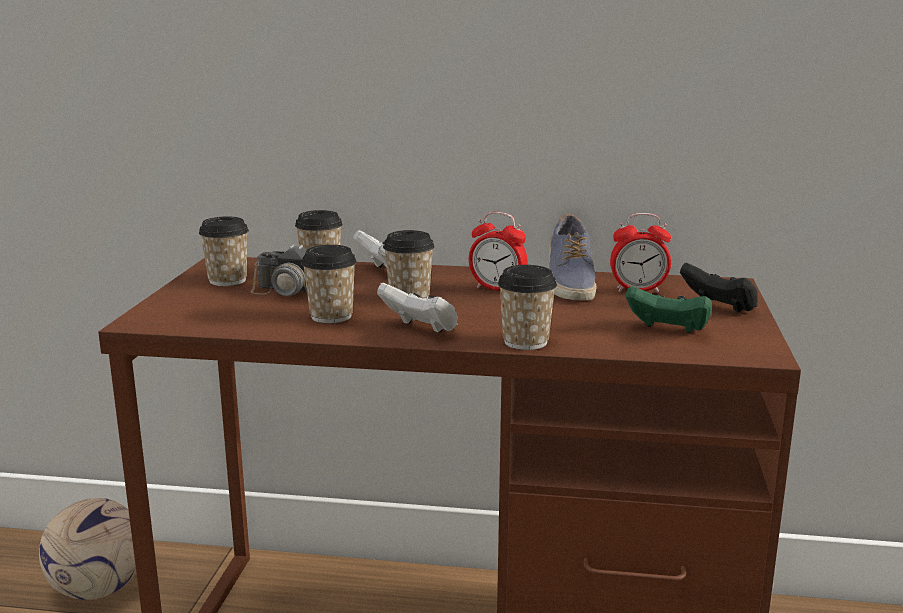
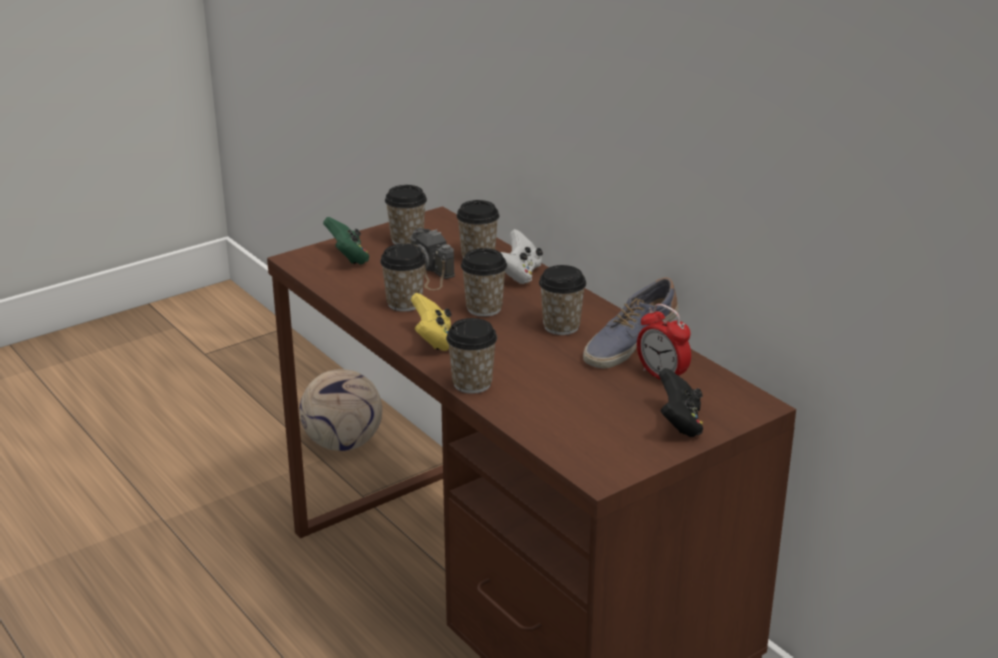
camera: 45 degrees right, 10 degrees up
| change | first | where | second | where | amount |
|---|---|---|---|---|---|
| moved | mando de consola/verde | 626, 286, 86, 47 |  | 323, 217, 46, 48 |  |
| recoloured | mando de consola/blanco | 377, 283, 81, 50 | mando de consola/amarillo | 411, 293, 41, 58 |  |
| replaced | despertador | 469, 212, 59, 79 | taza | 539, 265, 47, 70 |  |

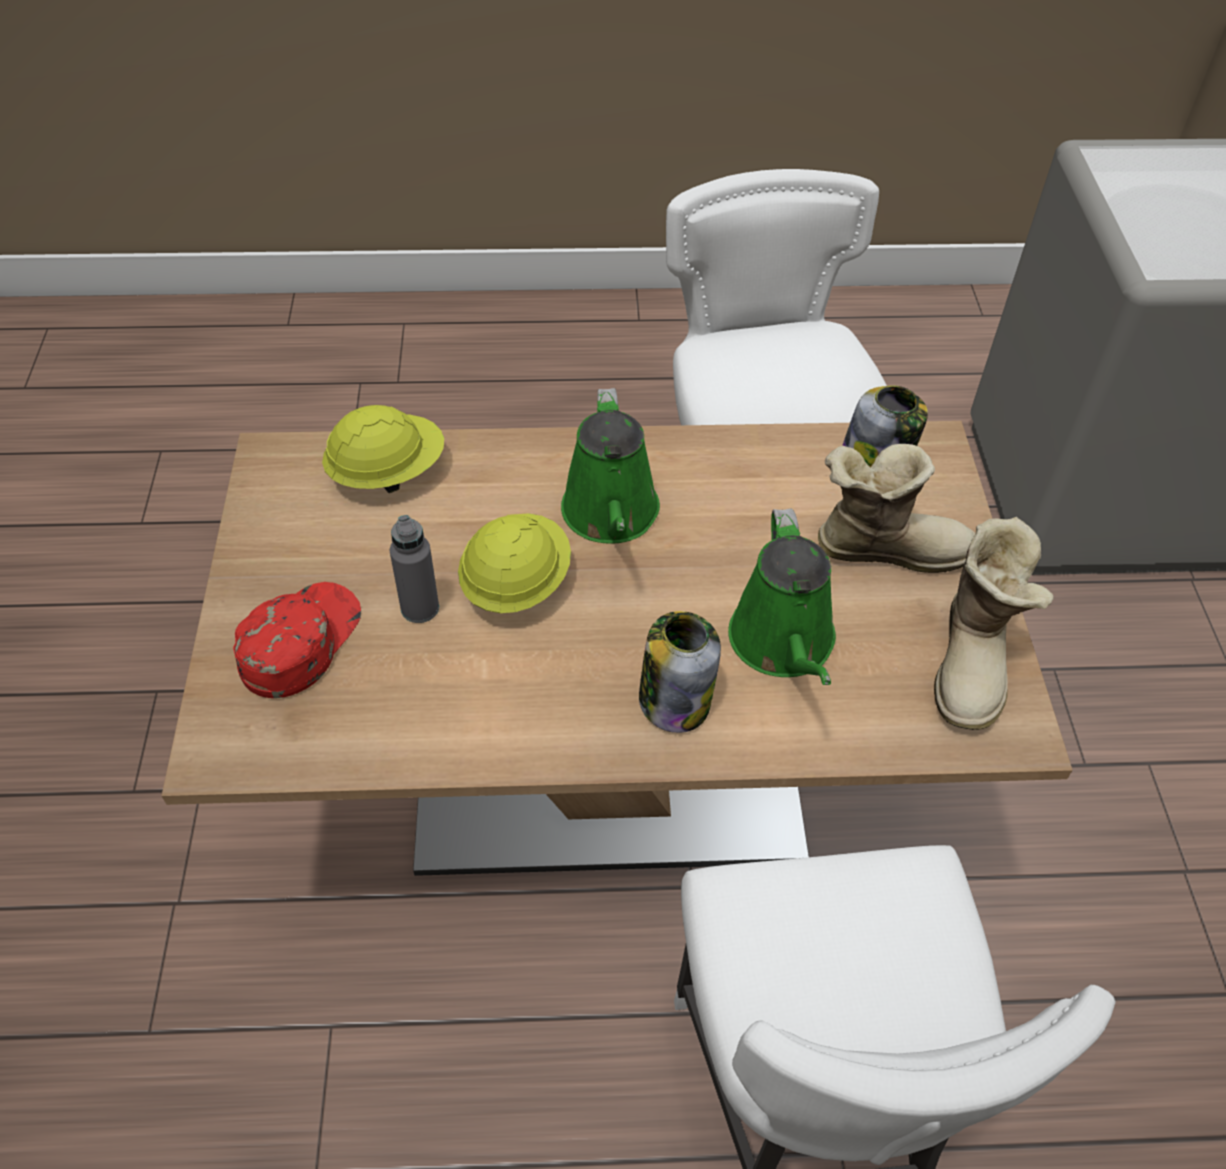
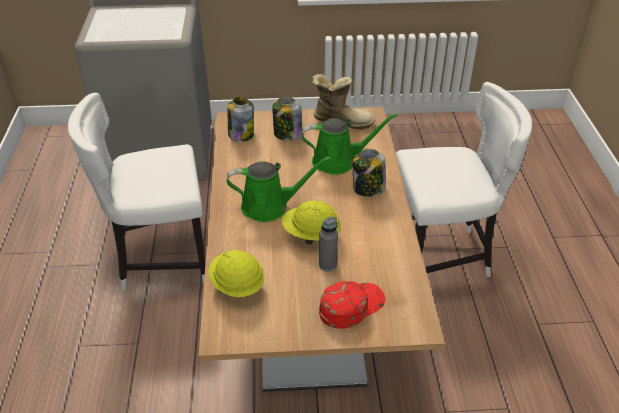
camera: 90 degrees left, 10 degrees down
| change | first | where | second | where | amount |
|---|---|---|---|---|---|
| replaced | bota | 818, 444, 157, 129 | tarro | 272, 97, 30, 44 |  |
| turned | gorra/rojo | 233, 582, 128, 116 |  | 319, 281, 67, 48 | 120 degrees clockwise |

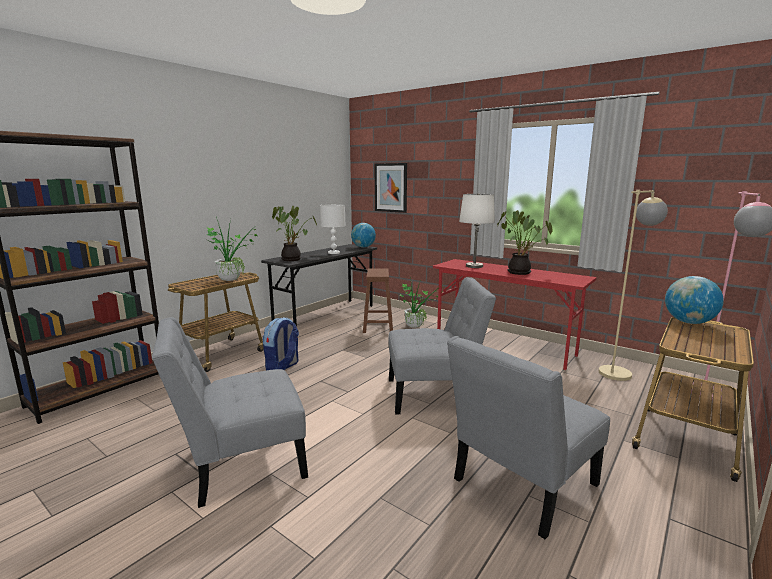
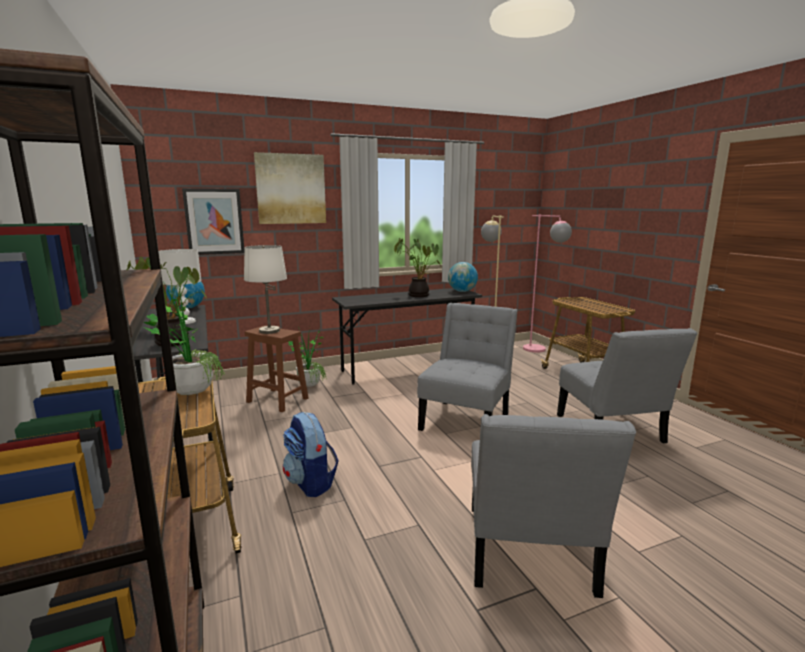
camera: 60 degrees left, 0 degrees up
| change | first | where | second | where | amount |
|---|---|---|---|---|---|
| moved | lámpara de mesa/blanco | 459, 193, 36, 75 |  | 244, 245, 43, 89 |  |
| added |  |  | cuadro | 254, 152, 72, 72 |  |
| recoloured | escritorio/rojo | 433, 259, 164, 111 | escritorio/gris | 332, 288, 150, 96 |  |
| moved | globo terráqueo | 665, 276, 59, 48 |  | 448, 262, 30, 30 |  |

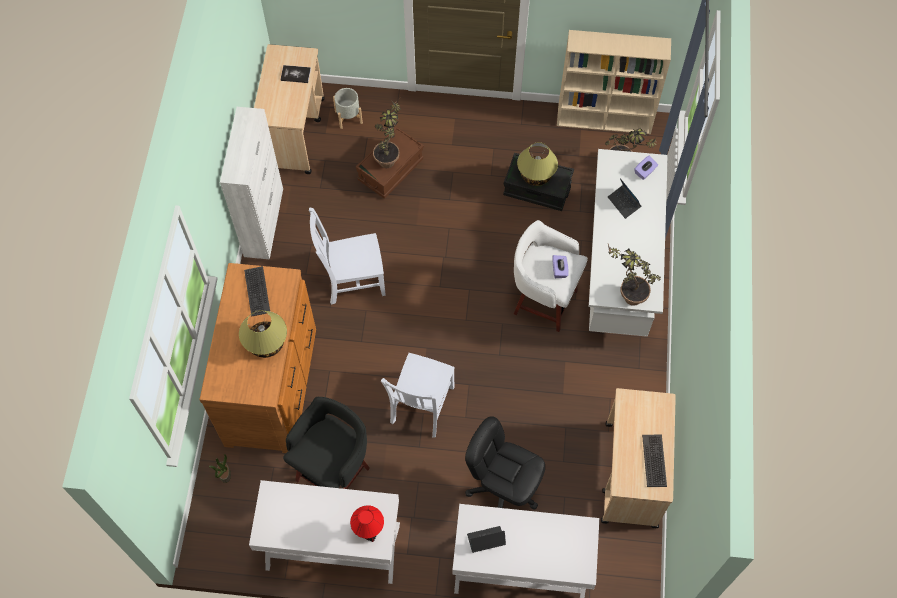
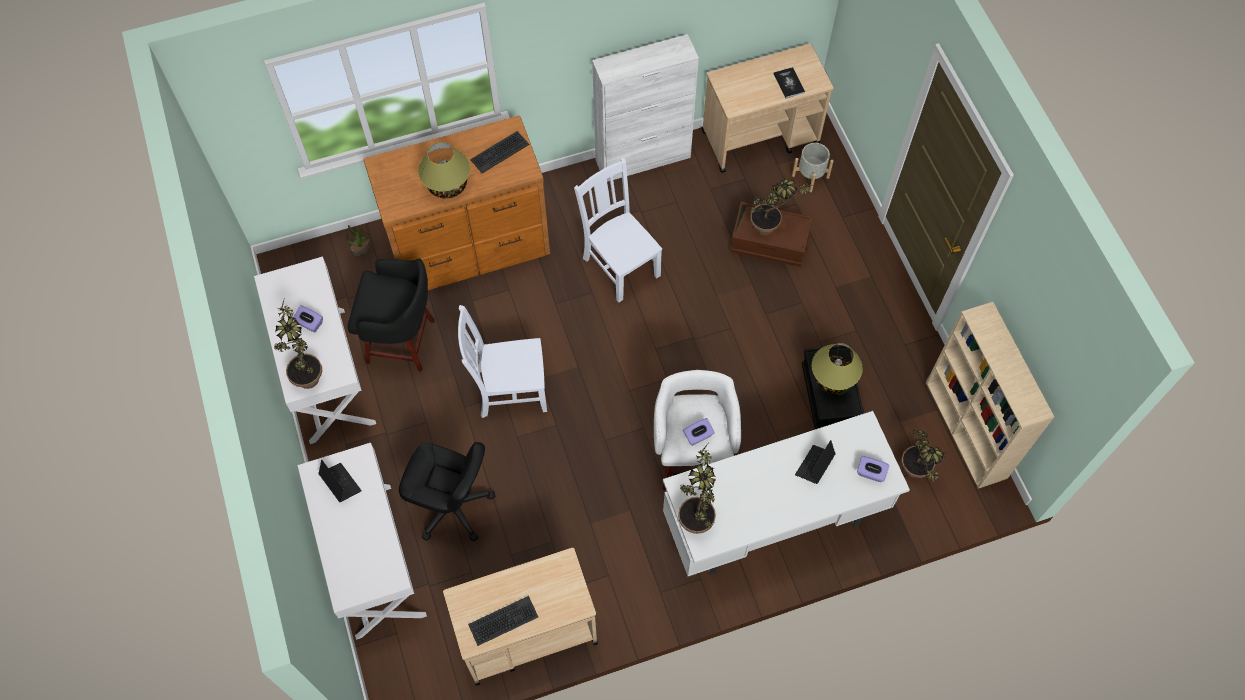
camera: 65 degrees right, 0 degrees up
| change | first | where | second | where | amount |
|---|---|---|---|---|---|
| replaced | lámpara de mesa | 350, 505, 34, 37 | planta en maceta | 274, 297, 48, 92 |  |
| added |  |  | caja de pañuelos/morado | 293, 305, 30, 28 |  |
| turned | silla de oficina/negro | 465, 416, 80, 93 |  | 399, 442, 97, 100 | 105 degrees clockwise |

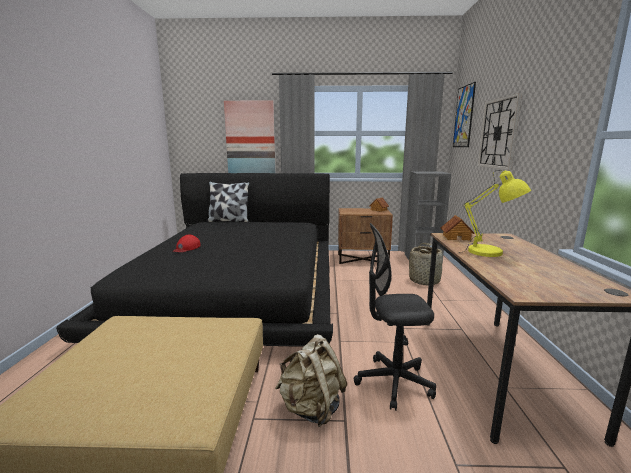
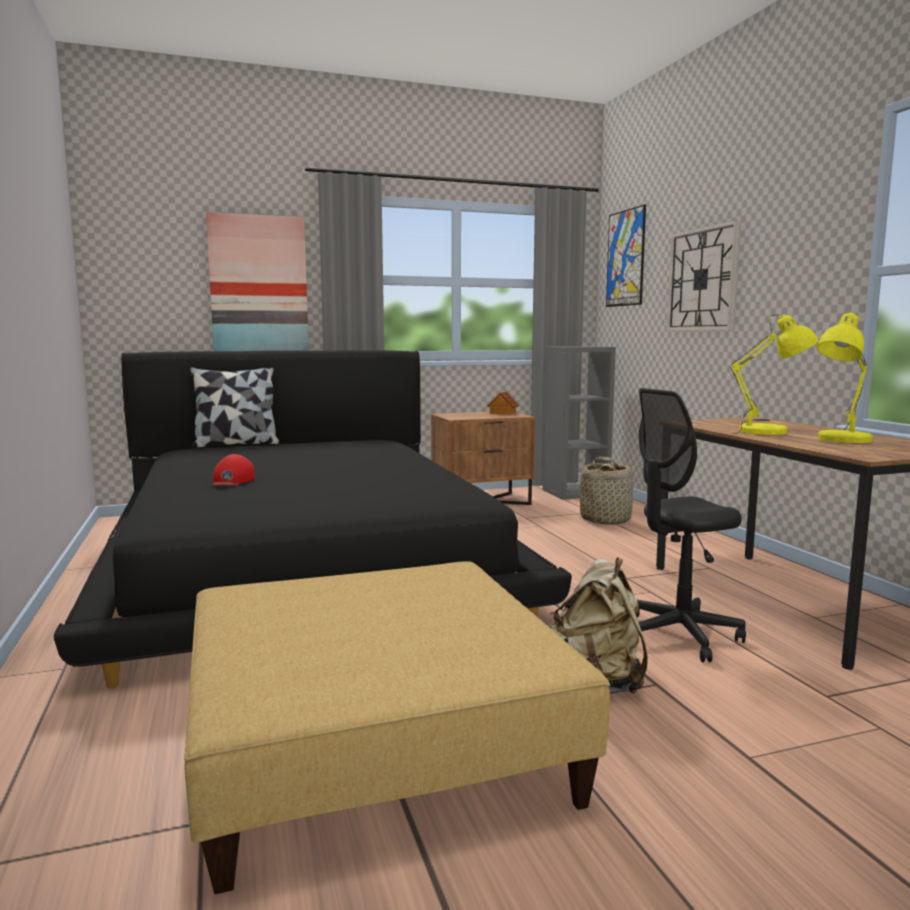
camera: 20 degrees left, 5 degrees down
| change | first | where | second | where | amount |
|---|---|---|---|---|---|
| added |  |  | lámpara de mesa/amarillo | 817, 312, 55, 131 |  |
| removed | casita | 441, 215, 34, 26 |  |  |  |

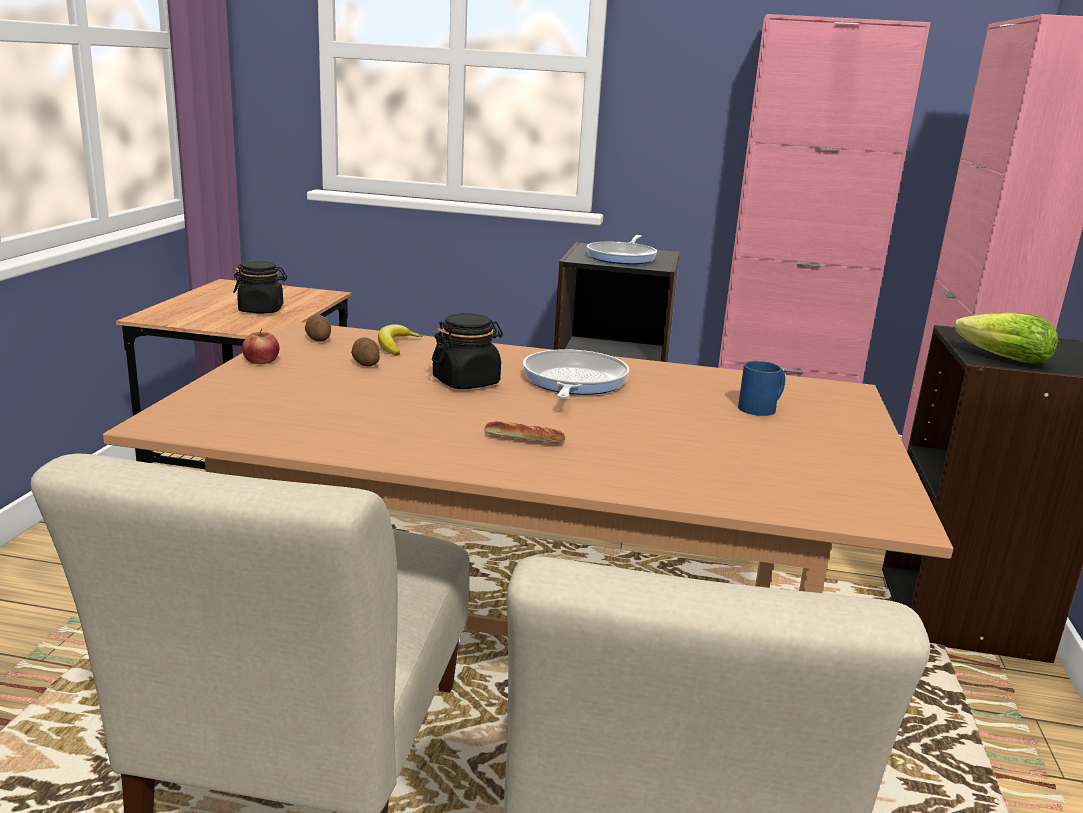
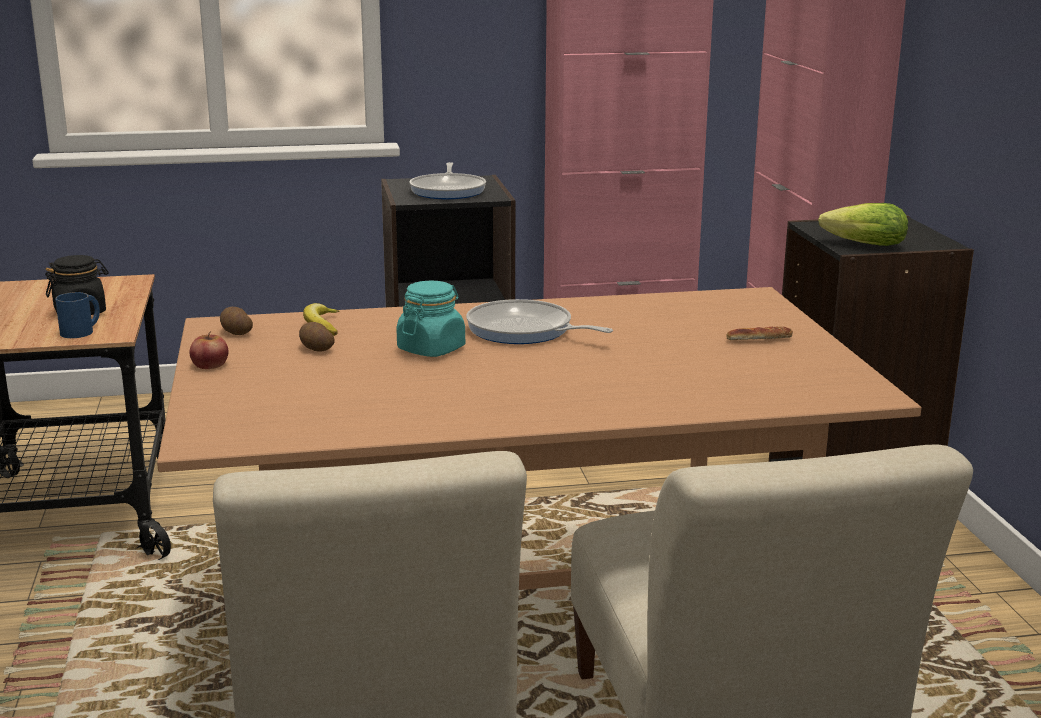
camera: 20 degrees left, 0 degrees up
| change | first | where | second | where | amount |
|---|---|---|---|---|---|
| moved | taza grande/azul | 738, 361, 47, 55 |  | 55, 292, 45, 46 |  |
| recoloured | tarro/negro | 432, 313, 71, 76 | tarro/turquesa | 397, 281, 68, 76 |  |
| turned | sartén | 523, 349, 106, 50 |  | 466, 299, 147, 45 | 45 degrees counterclockwise |
| moved | pan | 485, 421, 80, 22 |  | 727, 326, 66, 14 |  |

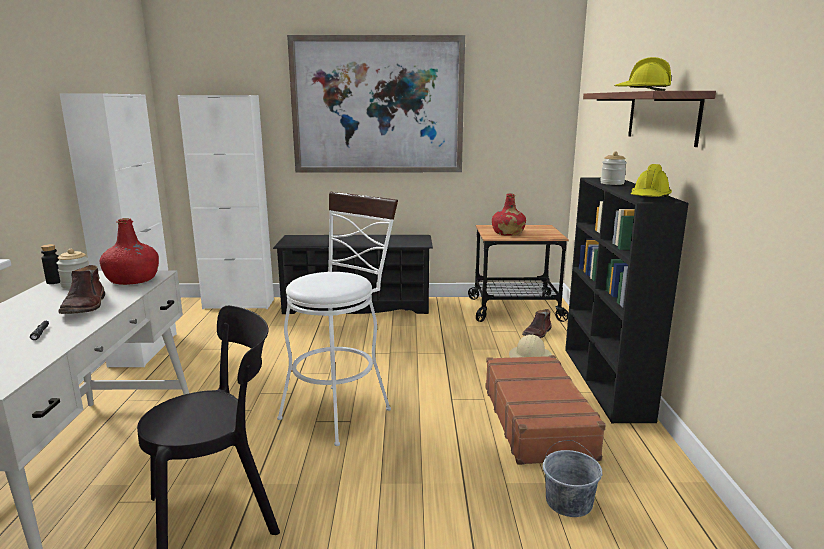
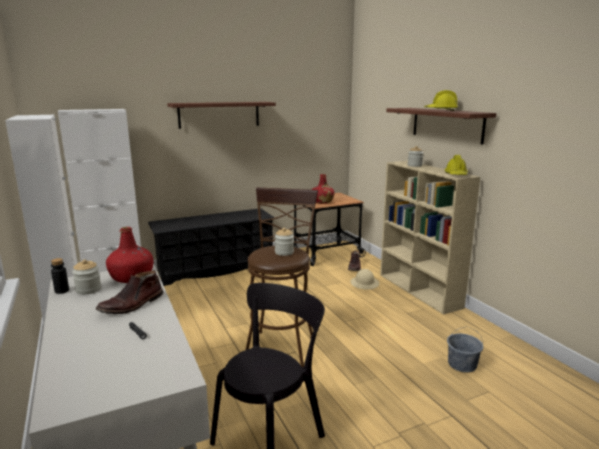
camera: 25 degrees left, 0 degrees up
| change | first | where | second | where | amount |
|---|---|---|---|---|---|
| turned | bota/marrón | 58, 265, 47, 49 |  | 96, 270, 67, 44 | 75 degrees clockwise |
| replaced | cuadro | 287, 35, 178, 137 | estante | 167, 102, 109, 27 |  |
| recoloured | taburete/blanco | 277, 192, 121, 254 | taburete/marrón | 246, 188, 72, 179 |  |
| added |  |  | tarro | 275, 228, 19, 28 |  |
| recoloured | estantería/negro | 565, 178, 124, 245 | estantería/beis | 380, 161, 100, 153 |  |
| removed | maleta/marrón | 485, 355, 121, 110 |  |  |  |

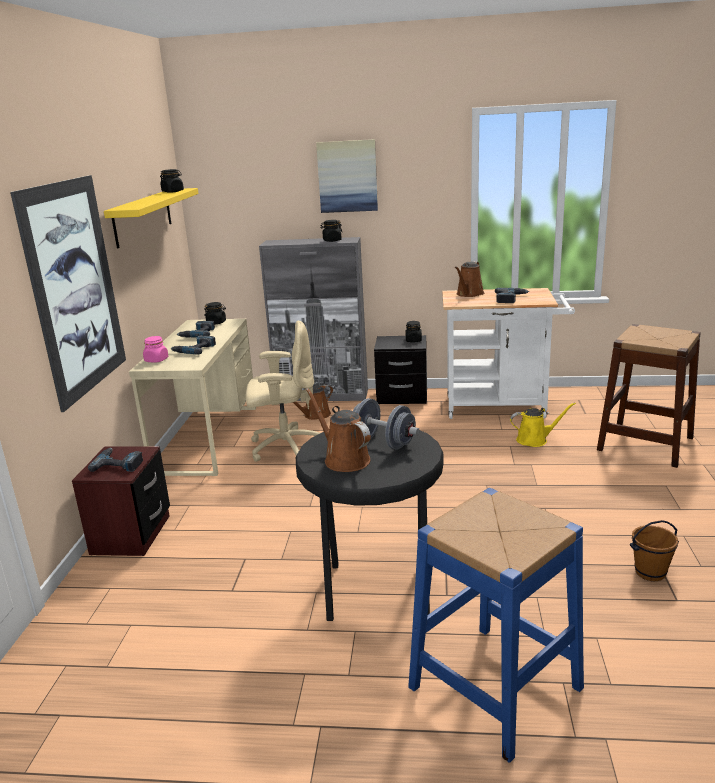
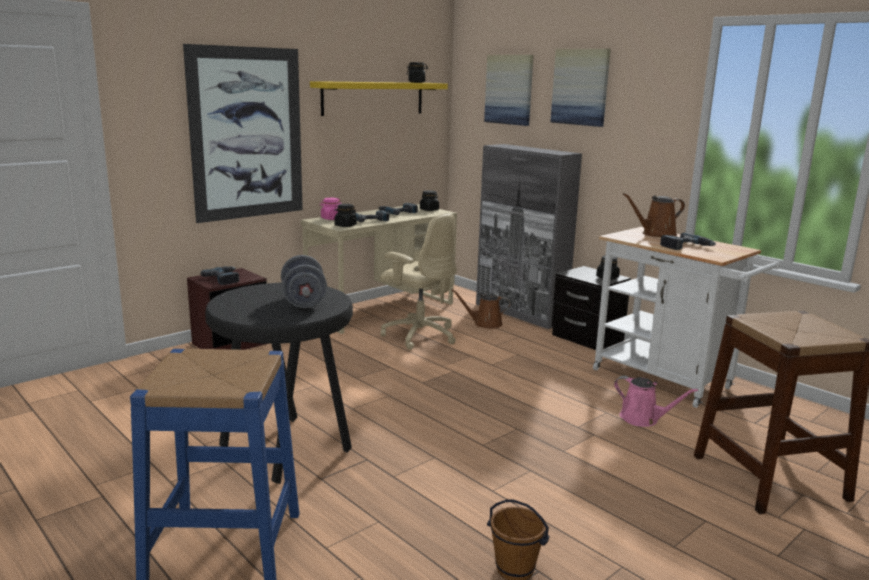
camera: 40 degrees right, 5 degrees down
| change | first | where | second | where | amount |
|---|---|---|---|---|---|
| moved | tarro/negro | 320, 220, 23, 22 |  | 334, 204, 23, 23 |  |
| added |  |  | cuadro | 484, 55, 50, 71 |  |
| recoloured | regadera/amarillo | 510, 402, 66, 45 | regadera/rosa | 614, 376, 84, 51 |  |
| removed | regadera/marrón | 306, 388, 65, 84 |  |  |  |

